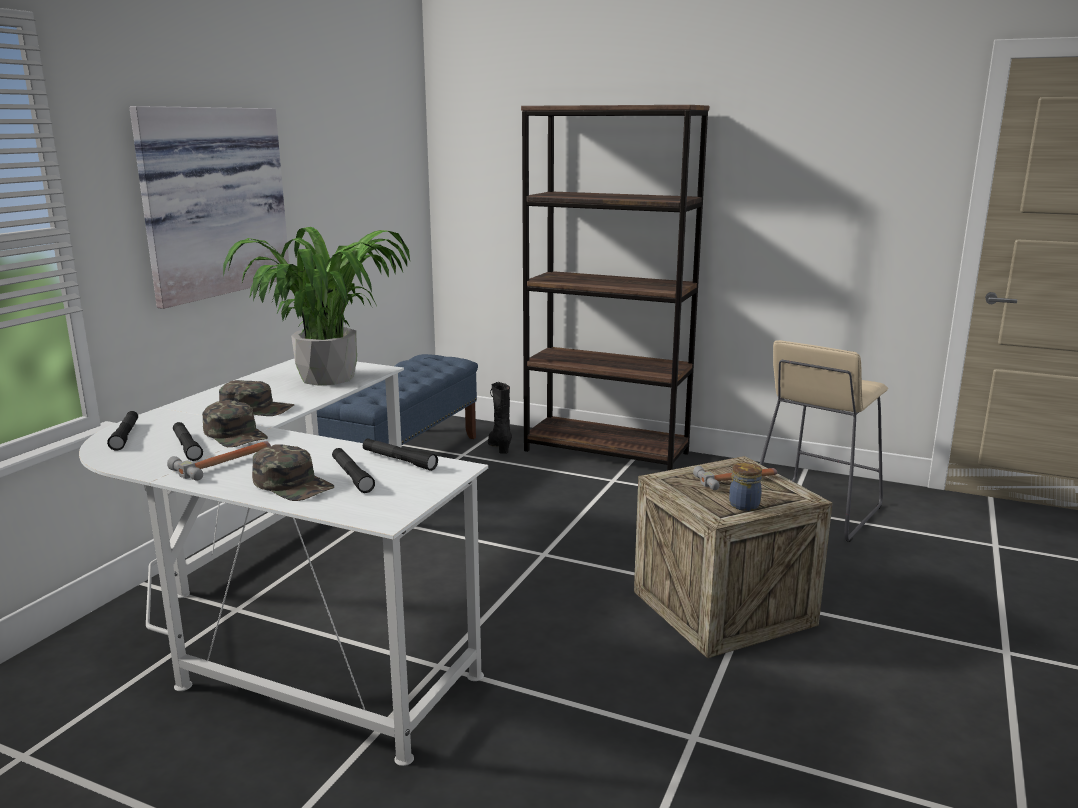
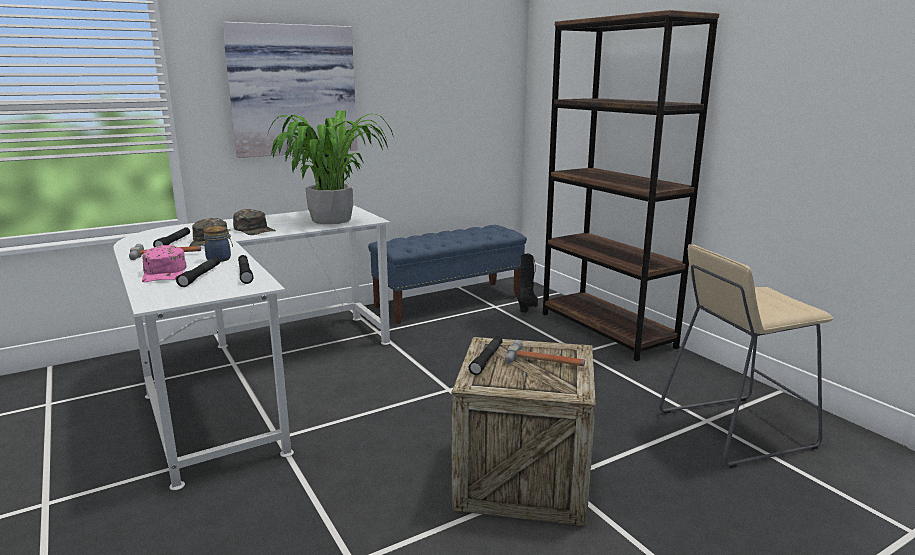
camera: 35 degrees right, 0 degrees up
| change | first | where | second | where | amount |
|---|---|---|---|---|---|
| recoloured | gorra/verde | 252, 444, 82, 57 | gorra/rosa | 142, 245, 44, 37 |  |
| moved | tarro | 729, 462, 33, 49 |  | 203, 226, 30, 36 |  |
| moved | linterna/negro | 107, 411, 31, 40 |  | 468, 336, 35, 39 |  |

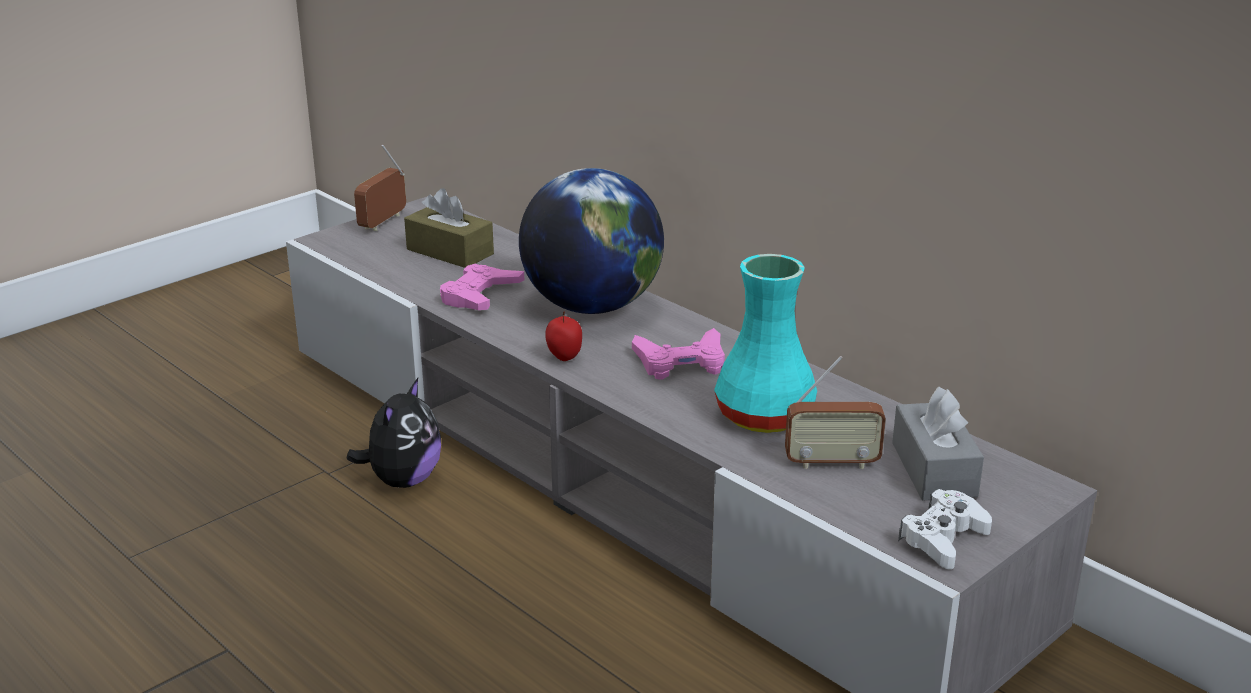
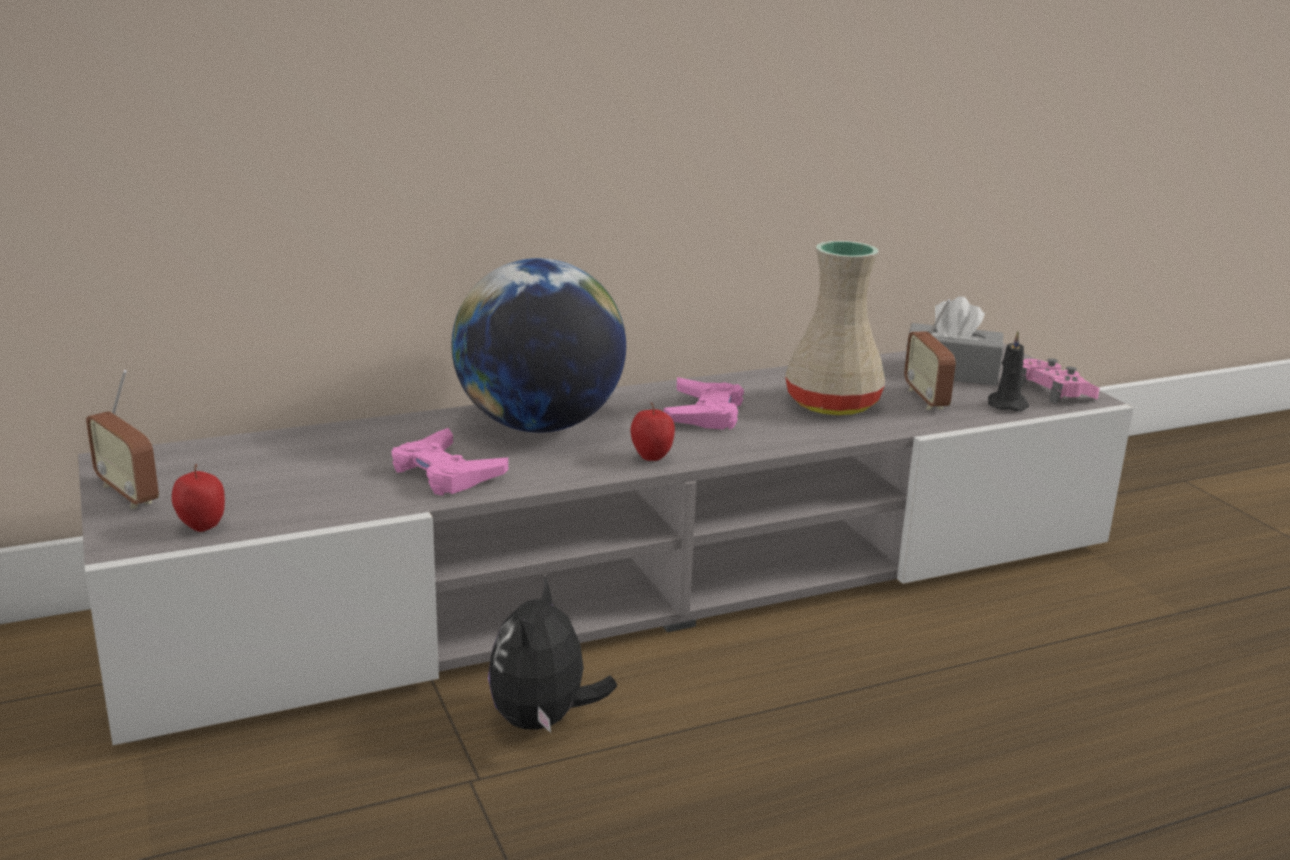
camera: 70 degrees left, 5 degrees down
| change | first | where | second | where | amount |
|---|---|---|---|---|---|
| added |  |  | manzana | 172, 464, 53, 68 |  |
| turned | peluche | 346, 378, 95, 110 |  | 488, 577, 129, 156 | 120 degrees counterclockwise |
| recoloured | florero/turquesa | 714, 254, 103, 179 | florero/beis | 785, 241, 100, 174 |  |
| turned | radio | 785, 356, 101, 113 |  | 904, 299, 52, 111 | 150 degrees clockwise |
| added |  |  | vela/negro | 988, 330, 41, 81 |  |
| recoloured | mando de consola/blanco | 898, 489, 94, 81 | mando de consola/rosa | 1021, 358, 79, 46 |  |
| removed | caja de pañuelos/marrón | 404, 188, 90, 80 |  |  |  |

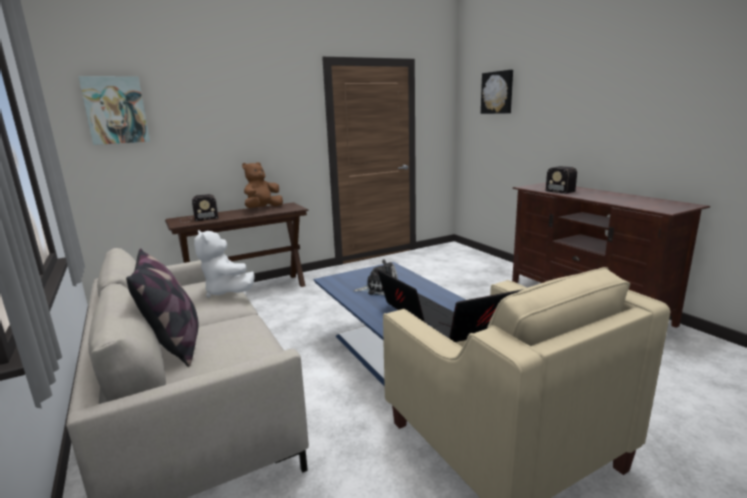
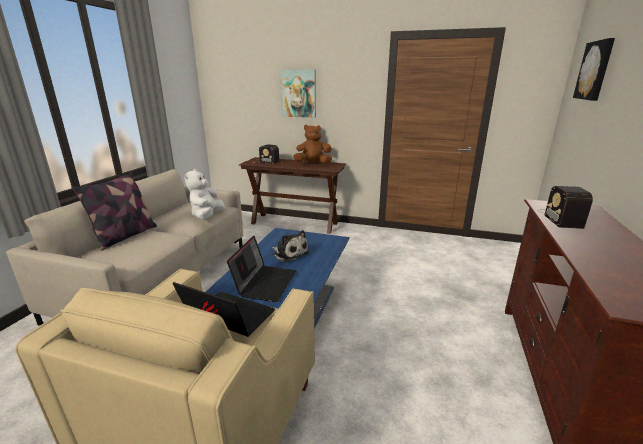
camera: 45 degrees right, 5 degrees up
| change | first | where | second | where | amount |
|---|---|---|---|---|---|
| moved | cuadro | 78, 76, 72, 69 |  | 280, 69, 36, 49 |  |

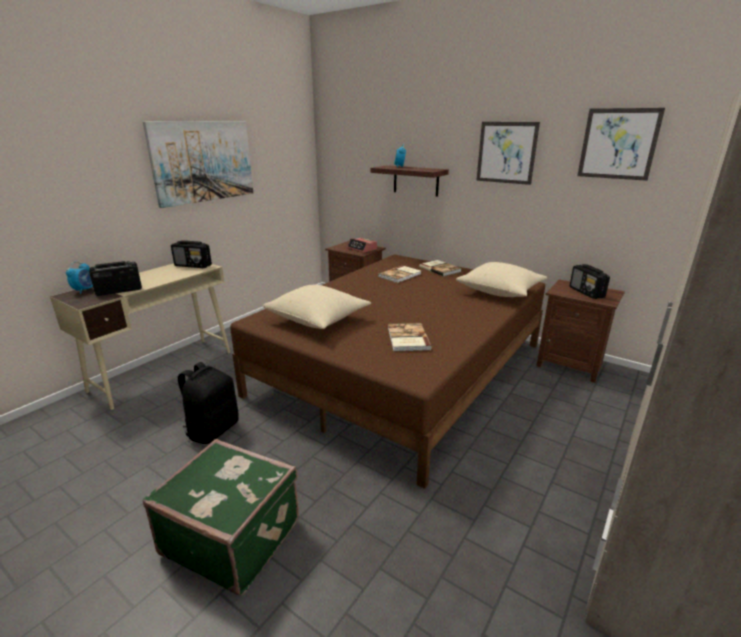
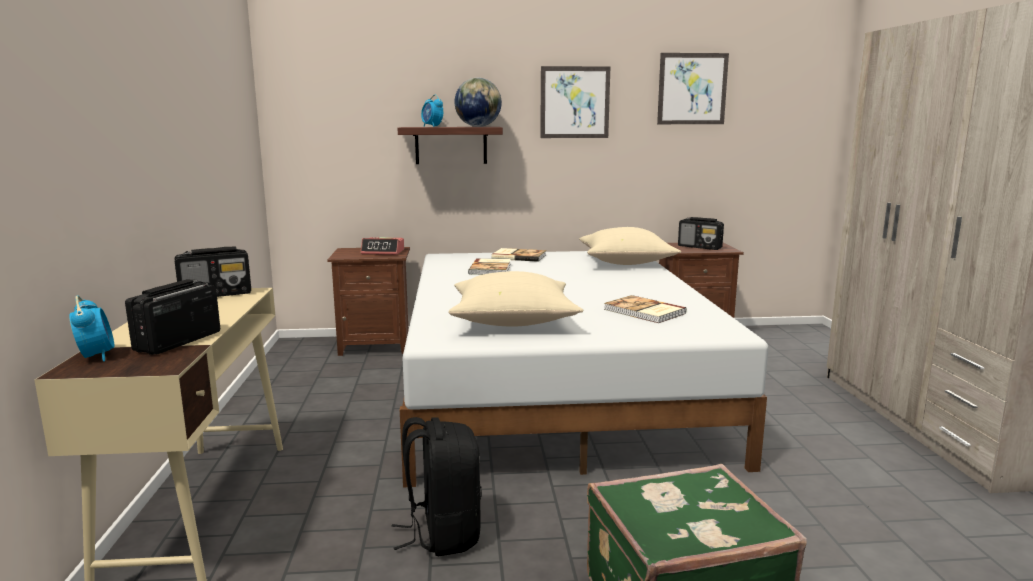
camera: 40 degrees left, 10 degrees down
| change | first | where | second | where | amount |
|---|---|---|---|---|---|
| recoloured | cama/marrón | 230, 255, 315, 234 | cama/blanco | 400, 251, 369, 236 |  |
| added |  |  | globo terráqueo | 455, 78, 47, 49 |  |
| removed | cuadro | 143, 121, 110, 87 |  |  |  |

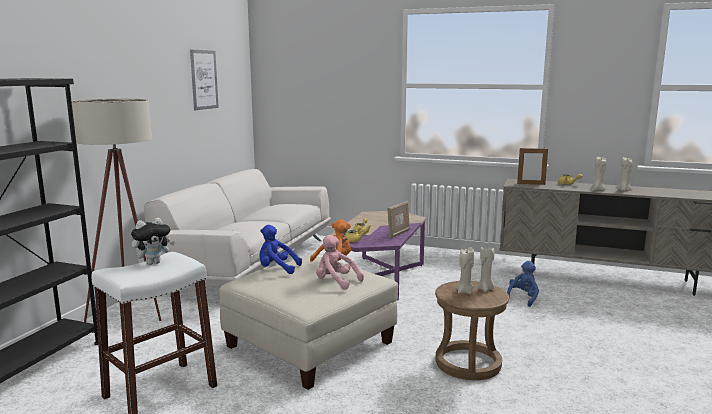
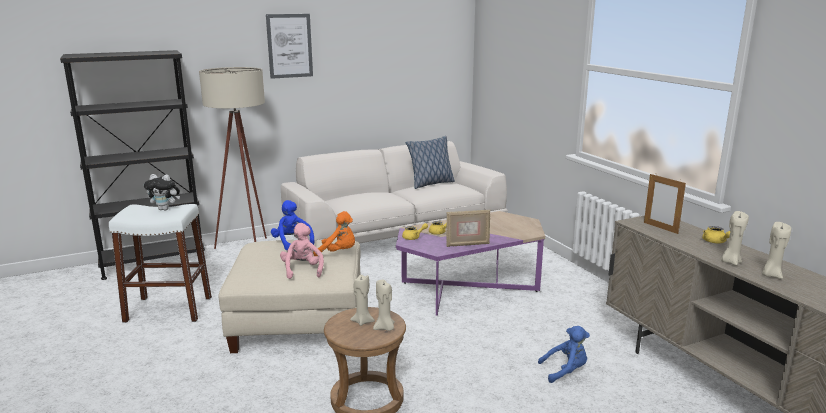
camera: 45 degrees right, 5 degrees up
| change | first | where | second | where | amount |
|---|---|---|---|---|---|
| moved | cuadro | 190, 50, 29, 60 |  | 266, 14, 47, 65 |  |
| added |  |  | cojín | 405, 136, 50, 53 |  |

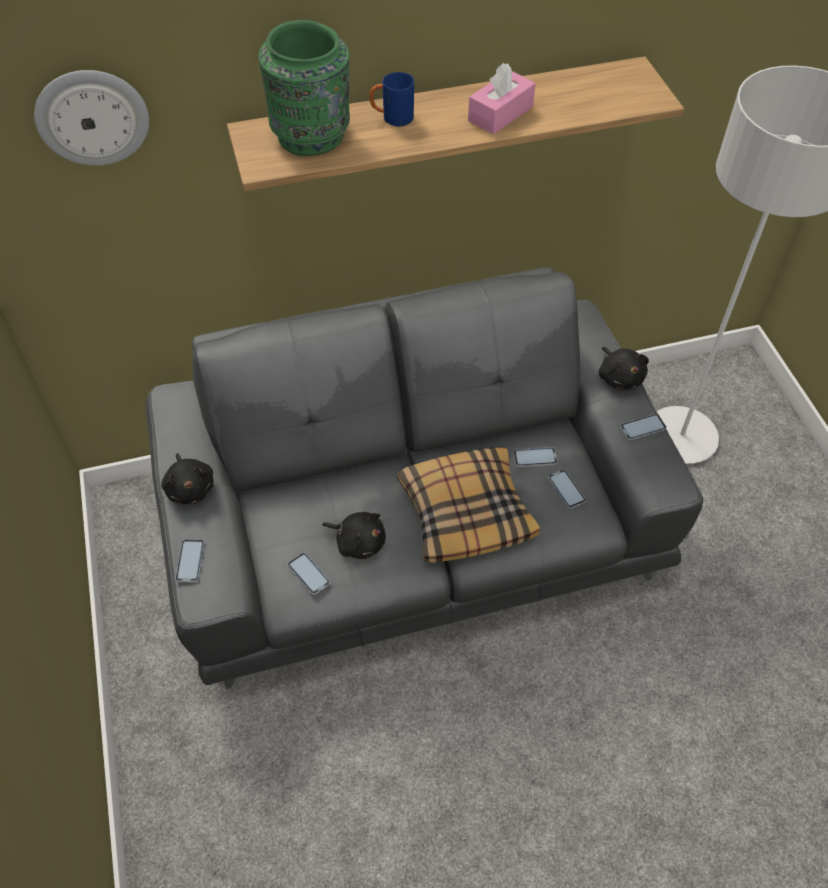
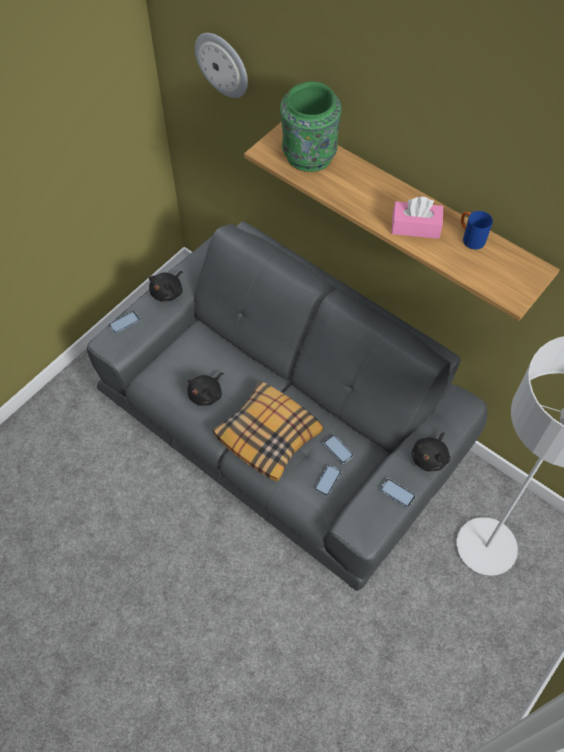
camera: 55 degrees right, 5 degrees up
| change | first | where | second | where | amount |
|---|---|---|---|---|---|
| turned | peluche/negro | 322, 512, 64, 47 |  | 187, 372, 37, 34 | 45 degrees clockwise |
| moved | taza grande/azul | 369, 72, 45, 54 |  | 461, 211, 32, 39 |  |
| removed | móvil | 288, 553, 42, 42 |  |  |  |

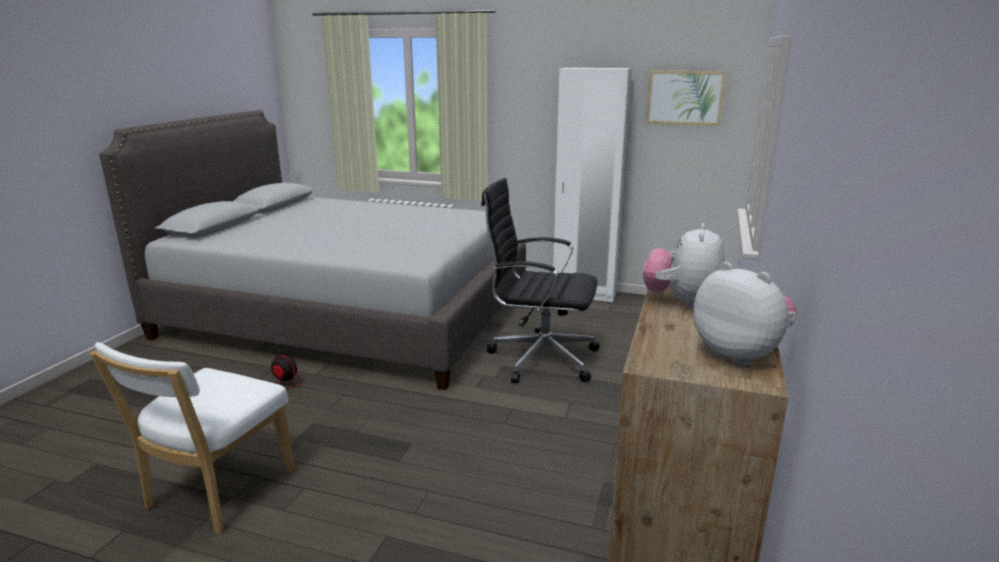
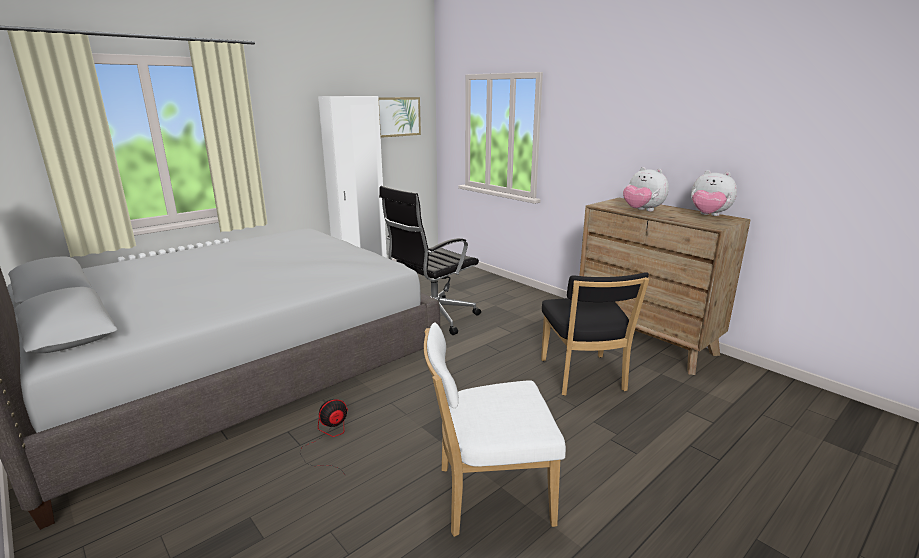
camera: 60 degrees left, 0 degrees up
| change | first | where | second | where | amount |
|---|---|---|---|---|---|
| turned | silla/blanco | 90, 342, 205, 191 |  | 424, 322, 142, 215 | 120 degrees clockwise |
| added |  |  | silla/negro | 541, 272, 108, 123 |  |
| turned | peluche | 693, 262, 104, 104 |  | 691, 170, 46, 46 | 135 degrees counterclockwise |

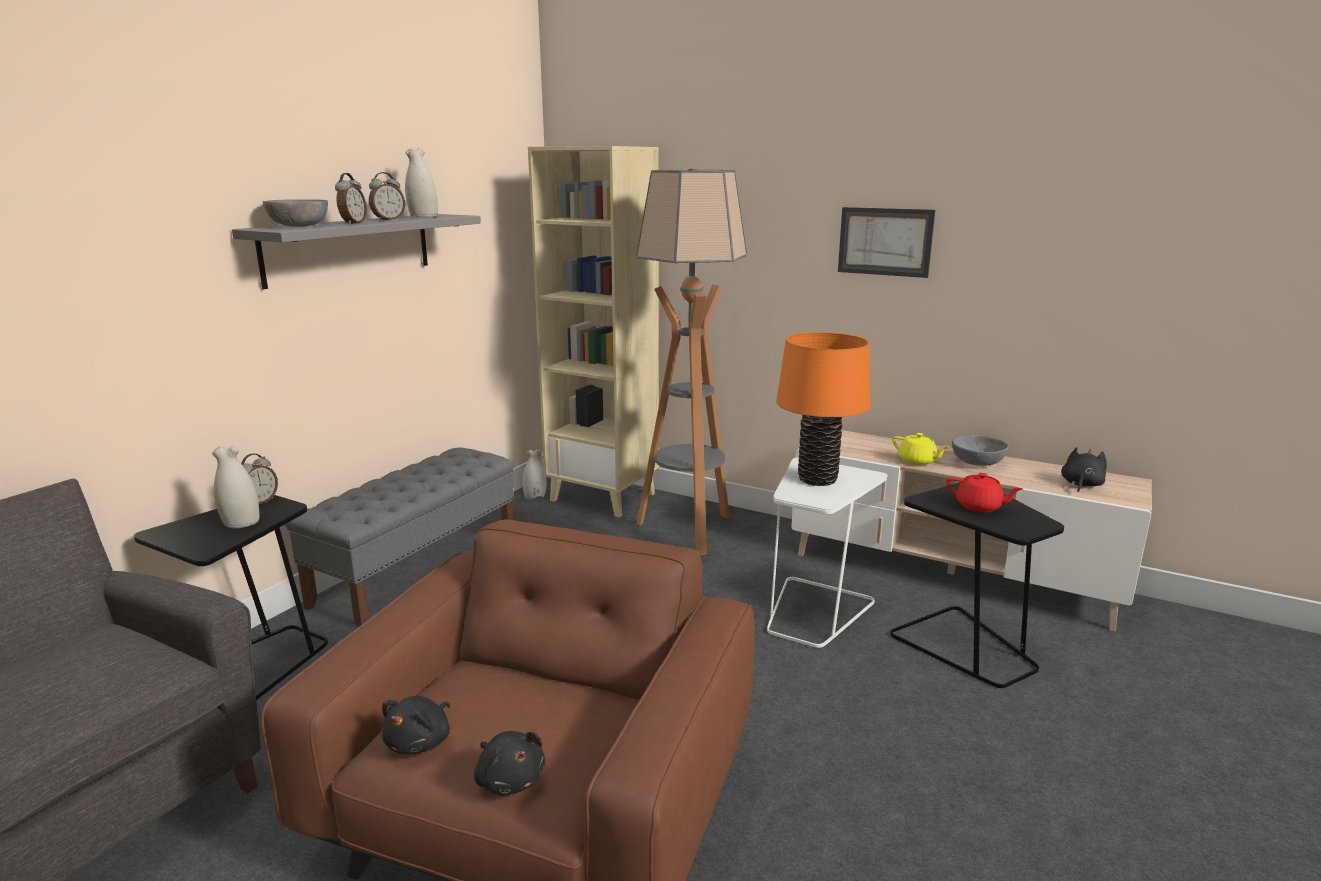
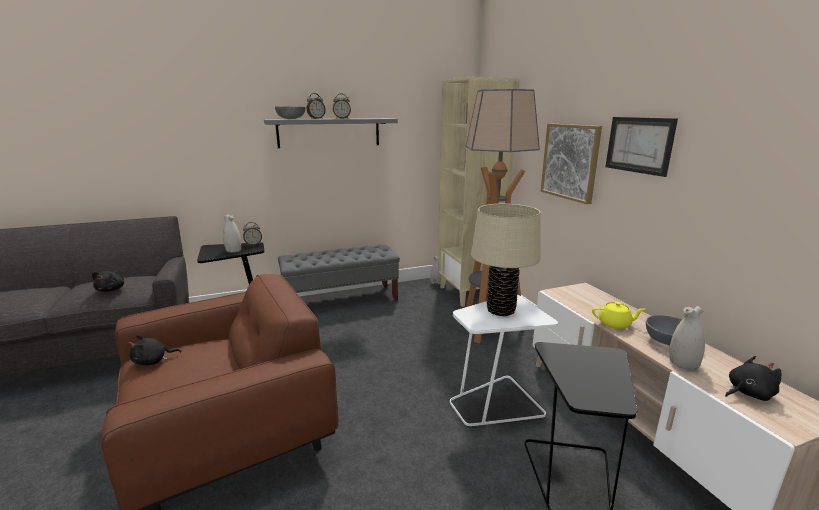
camera: 40 degrees right, 0 degrees up
| change | first | where | second | where | amount |
|---|---|---|---|---|---|
| moved | peluche/negro | 474, 731, 71, 65 |  | 92, 271, 32, 21 |  |
| recoloured | lámpara de mesa/naranja | 776, 332, 94, 154 | lámpara de mesa/beis | 471, 204, 70, 112 |  |
| added |  |  | cuadro | 541, 123, 61, 82 |  |
| turned | tetera/amarillo | 892, 433, 58, 32 |  | 592, 302, 53, 27 | 75 degrees counterclockwise |
| moved | florero/blanco | 405, 148, 33, 69 |  | 669, 306, 36, 64 |  |
| removed | tetera/rojo | 946, 473, 77, 39 |  |  |  |

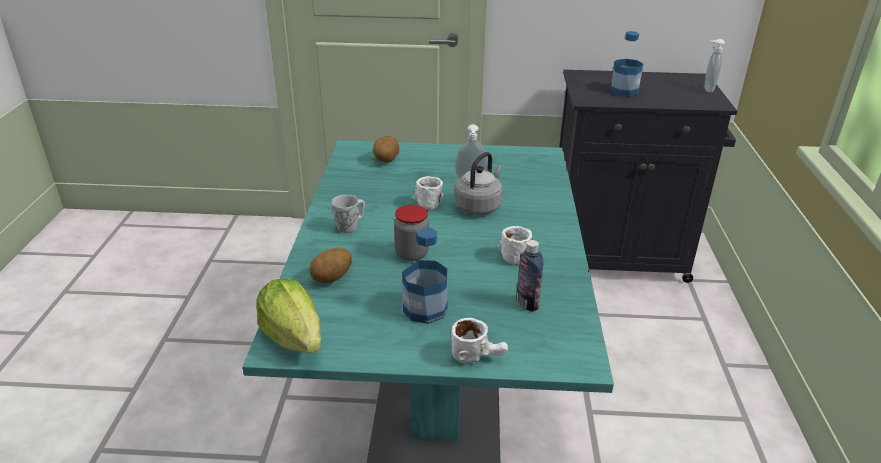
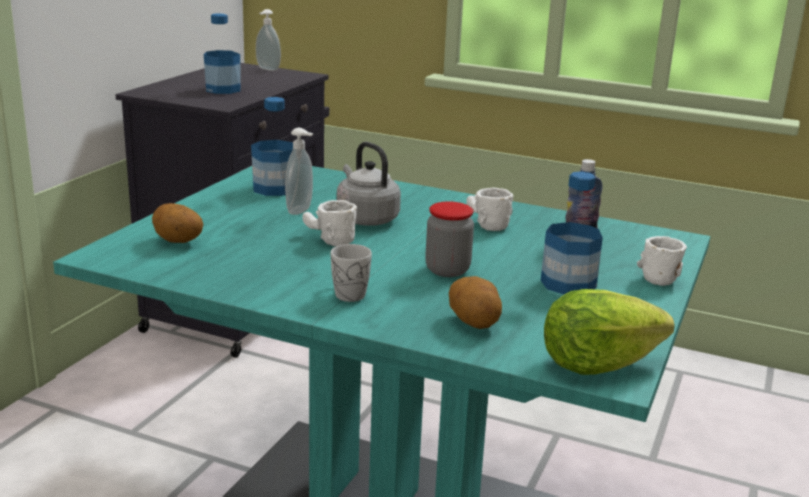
camera: 70 degrees left, 10 degrees down
| change | first | where | second | where | amount |
|---|---|---|---|---|---|
| added |  |  | botella | 251, 97, 42, 99 |  |

